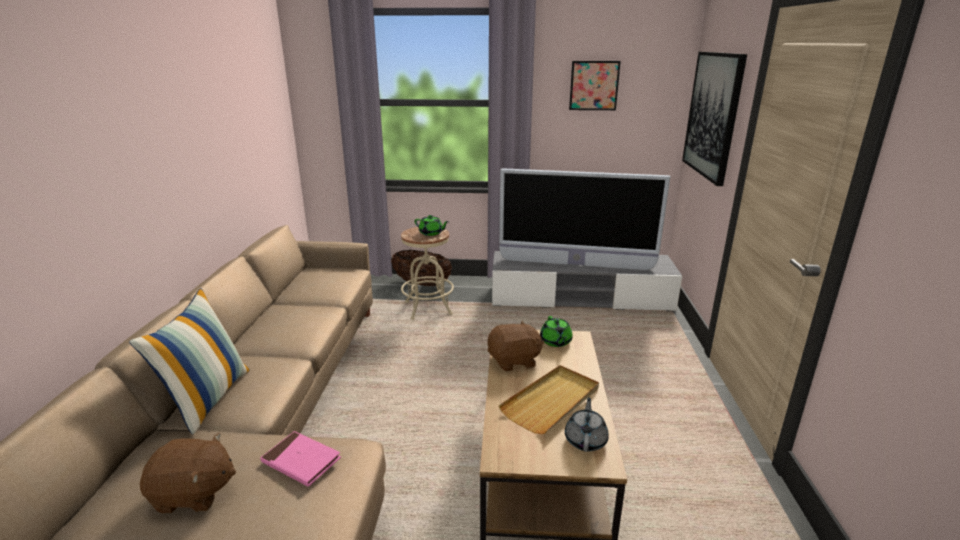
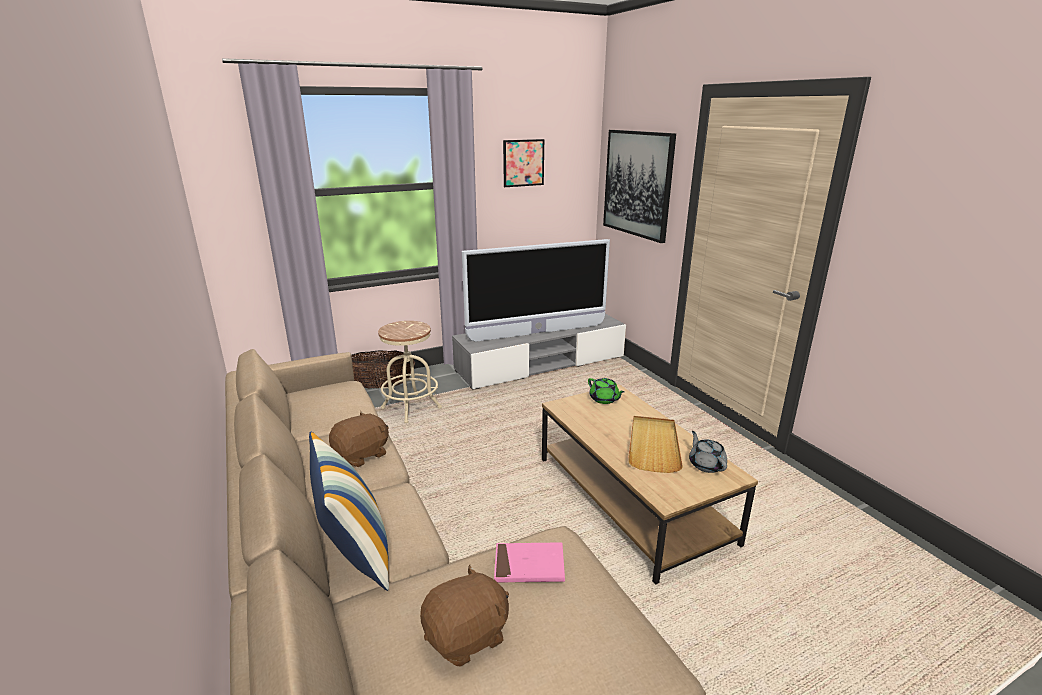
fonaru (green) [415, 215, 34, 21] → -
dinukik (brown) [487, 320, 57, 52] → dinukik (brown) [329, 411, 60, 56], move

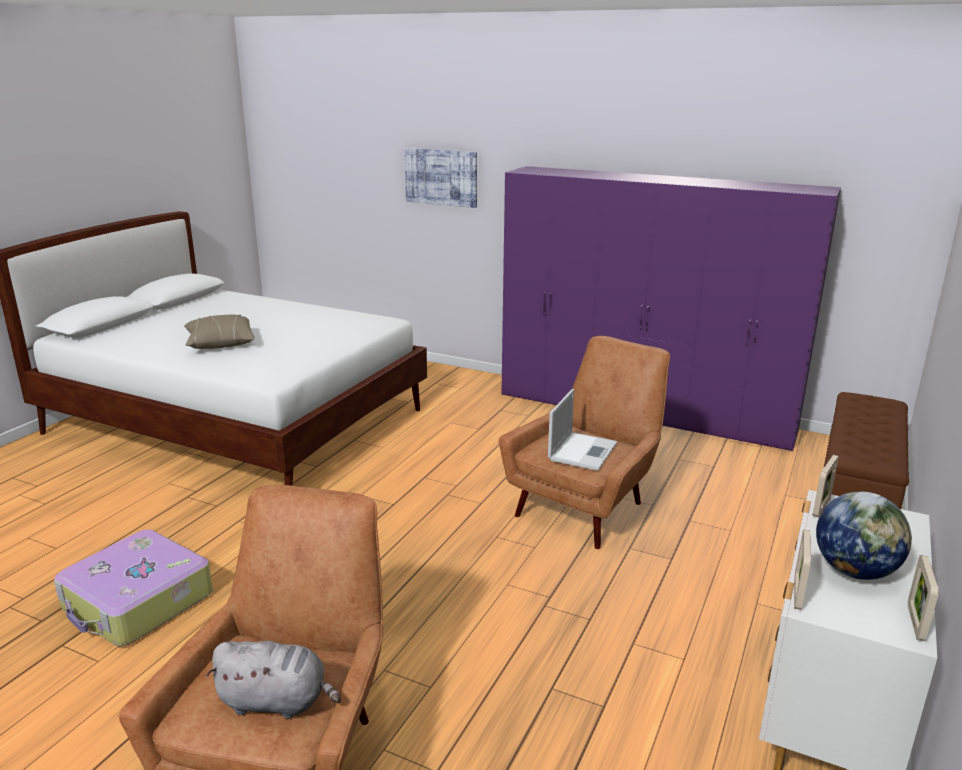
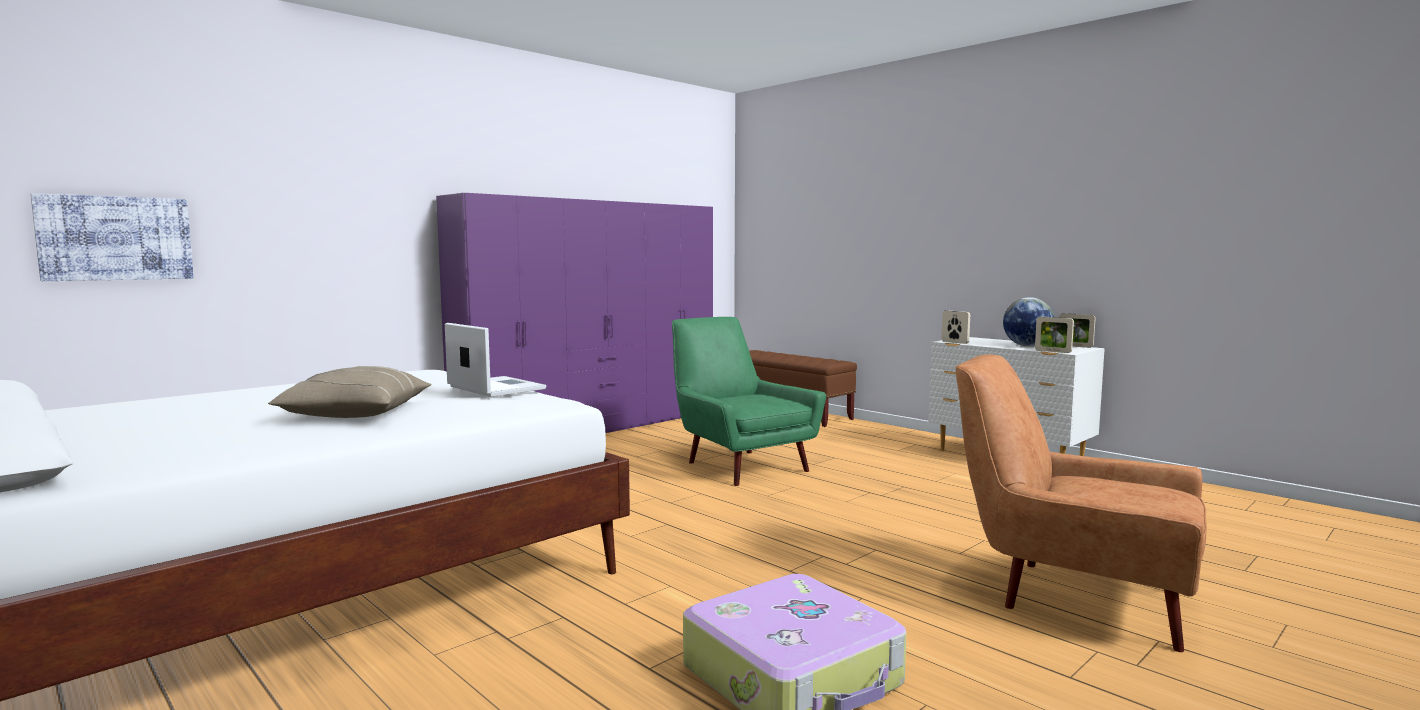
dinukik (grey) [206, 640, 135, 79] → -
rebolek [404, 148, 73, 60] → rebolek [31, 193, 163, 88], move
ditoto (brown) [499, 336, 171, 213] → ditoto (green) [672, 317, 154, 169]
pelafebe [548, 389, 69, 82] → pelafebe [445, 323, 101, 74], move

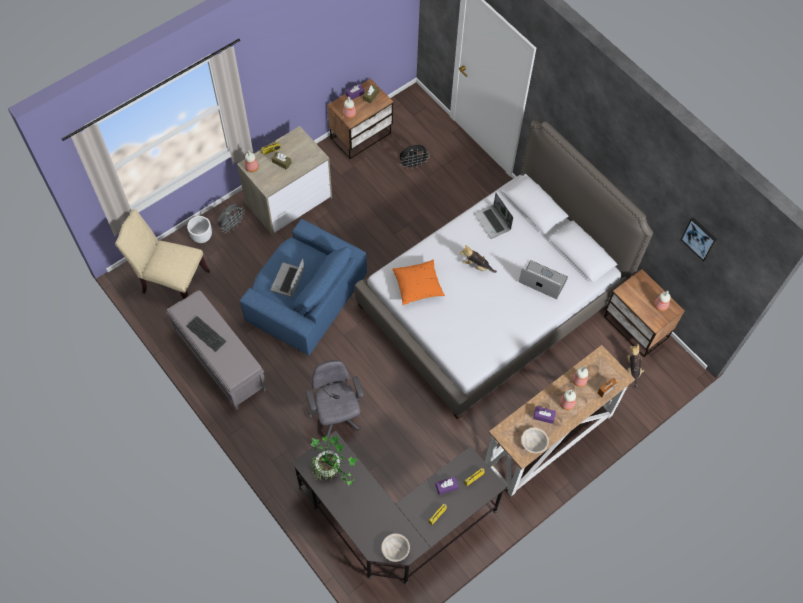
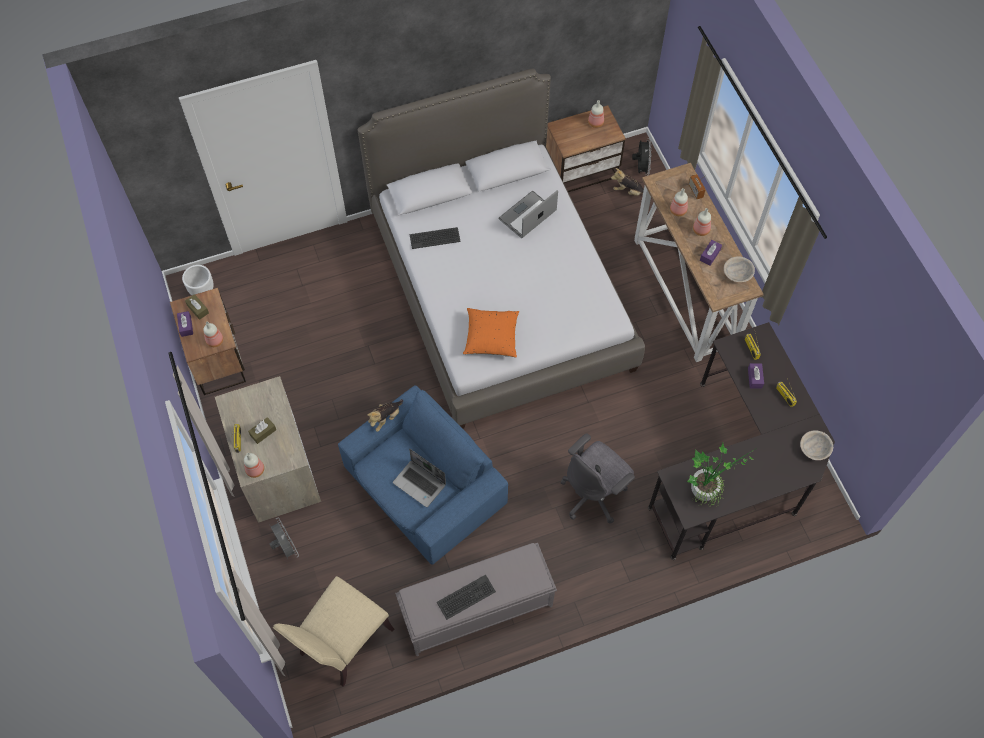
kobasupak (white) [187, 216, 25, 27] → kobasupak (white) [182, 265, 32, 30], move
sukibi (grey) [306, 360, 58, 76] → sukibi (grey) [560, 433, 75, 91], 45 degrees counterclockwise
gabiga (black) [400, 145, 30, 24] → gabiga (black) [632, 138, 20, 38], move
dinukik [460, 245, 37, 28] → dinukik [367, 399, 36, 33], move
pelafebe [474, 193, 39, 46] → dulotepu [410, 227, 51, 22]
rebolek [681, 217, 36, 45] → -

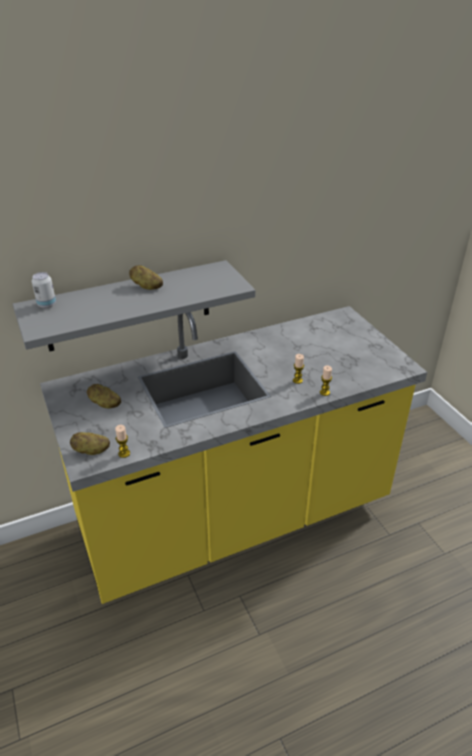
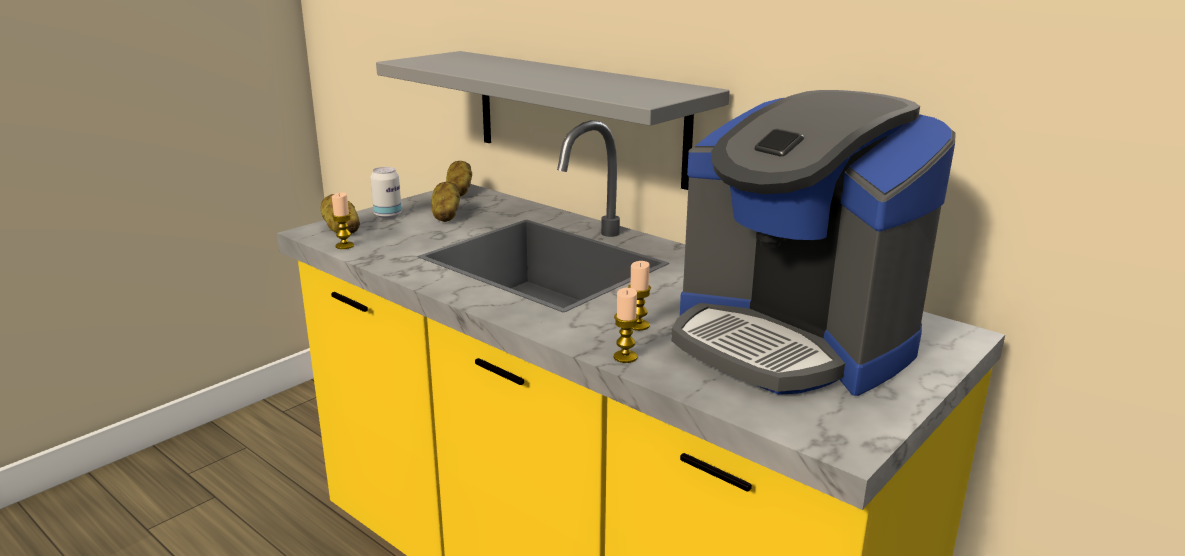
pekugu [32, 272, 24, 36] → pekugu [370, 167, 32, 52], move
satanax [129, 265, 34, 25] → satanax [446, 161, 26, 35], move
- → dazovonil [671, 90, 285, 306]

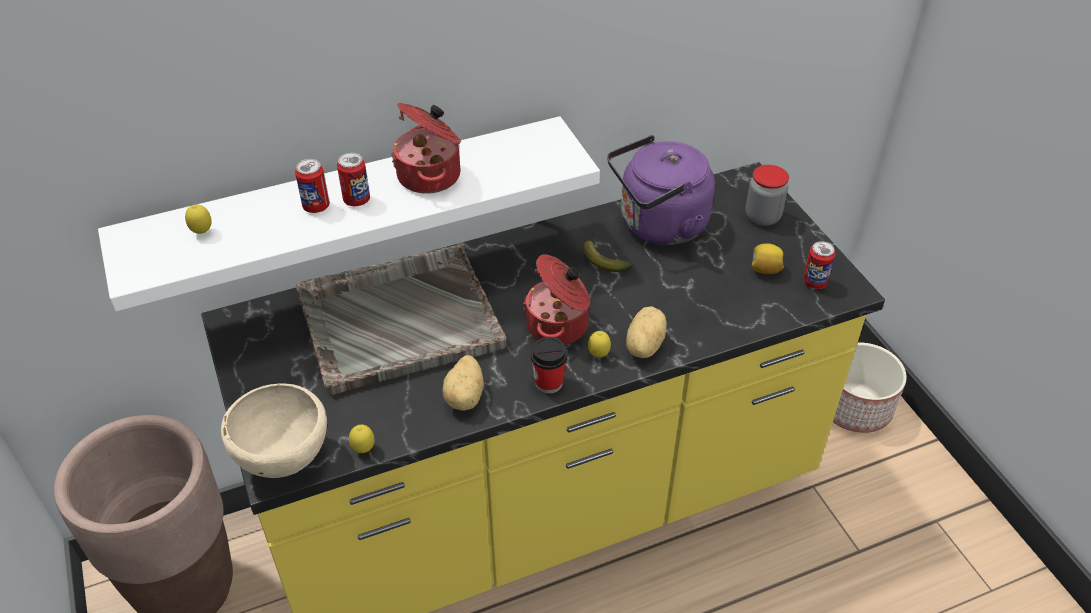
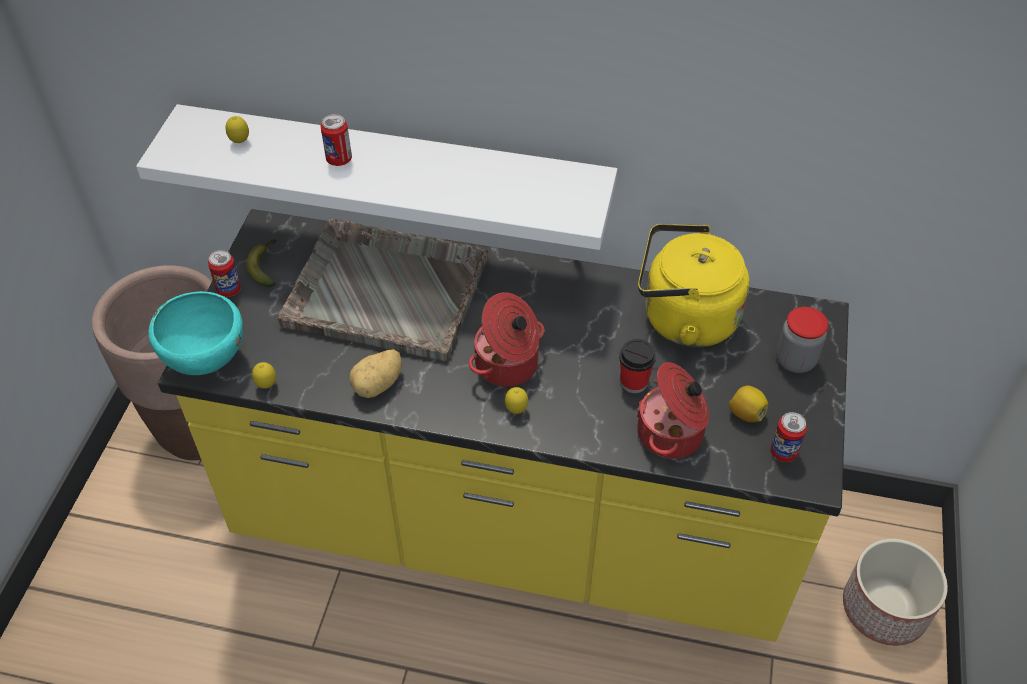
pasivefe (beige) [221, 383, 106, 95] → pasivefe (turquoise) [148, 291, 95, 84]
pekugu [337, 153, 33, 53] → pekugu [208, 250, 33, 47], move
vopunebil [391, 103, 70, 91] → vopunebil [636, 362, 73, 97], move
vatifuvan [531, 337, 37, 57] → vatifuvan [619, 339, 37, 54], move
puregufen [583, 233, 50, 39] → puregufen [246, 239, 31, 48], move
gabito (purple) [607, 135, 108, 110] → gabito (yellow) [638, 224, 112, 123]
satanax [626, 306, 41, 52] → -

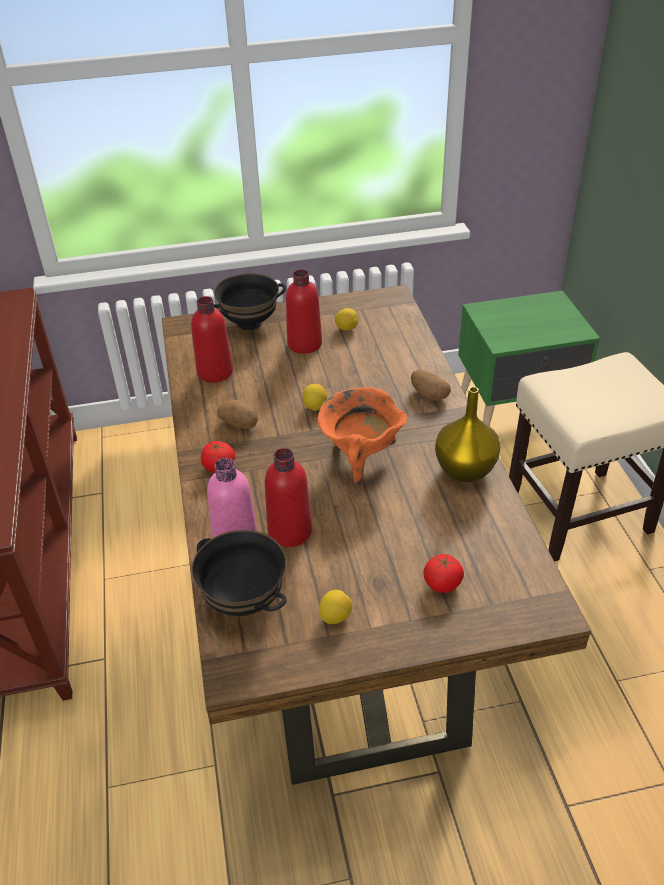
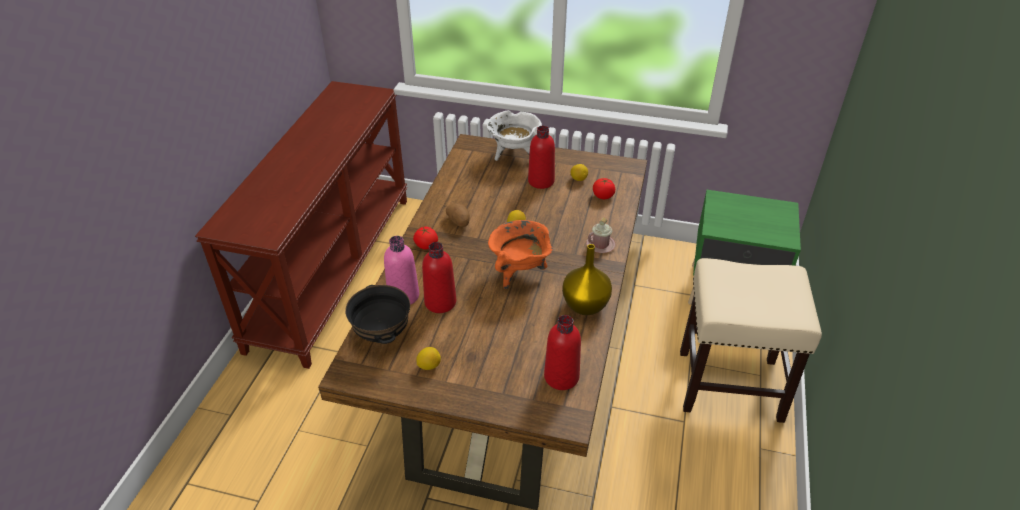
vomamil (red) [191, 296, 42, 87] → vomamil (red) [544, 315, 37, 75], move
pasivefe (black) [214, 273, 72, 57] → vopunebil (white) [487, 110, 55, 51]
satanax [411, 370, 40, 30] → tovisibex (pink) [586, 217, 29, 36]
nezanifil [423, 554, 41, 39] → nezanifil [593, 178, 22, 21], move

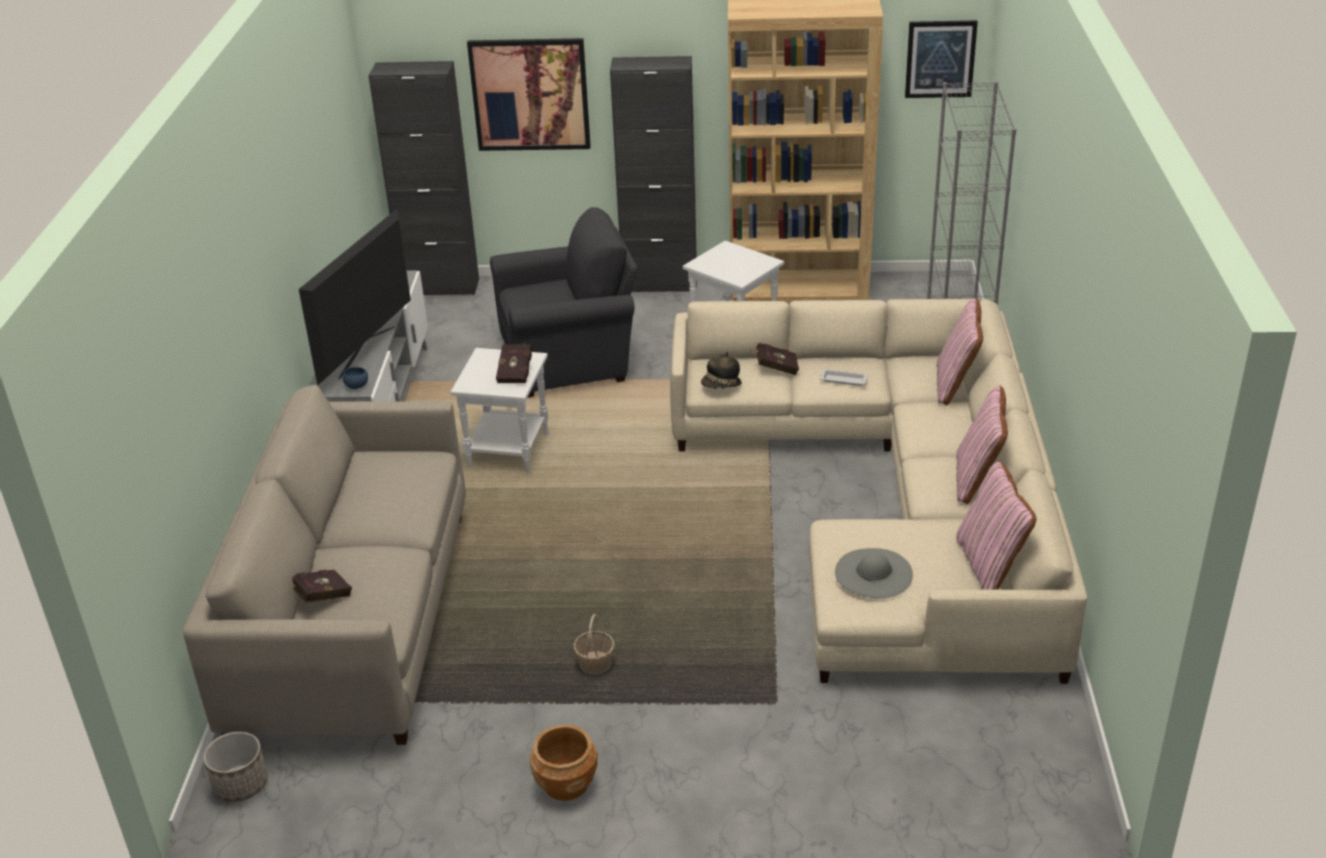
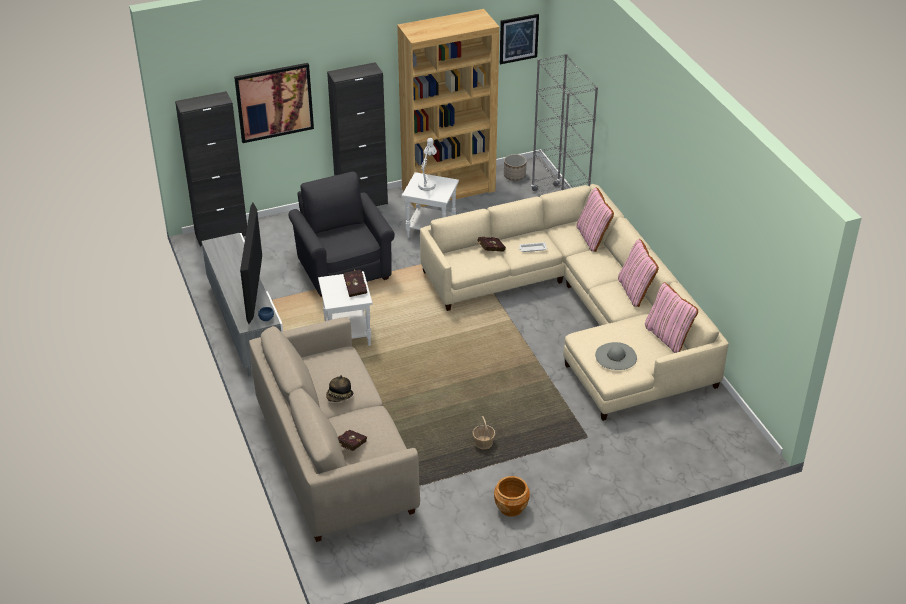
kobasupak [203, 732, 65, 70] → kobasupak [504, 154, 23, 27], move
ditoto (grey) [490, 207, 148, 190] → ditoto (grey) [288, 172, 107, 125], 75 degrees counterclockwise
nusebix [701, 352, 40, 37] → nusebix [326, 375, 27, 27], move
- → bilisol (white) [418, 138, 19, 53]

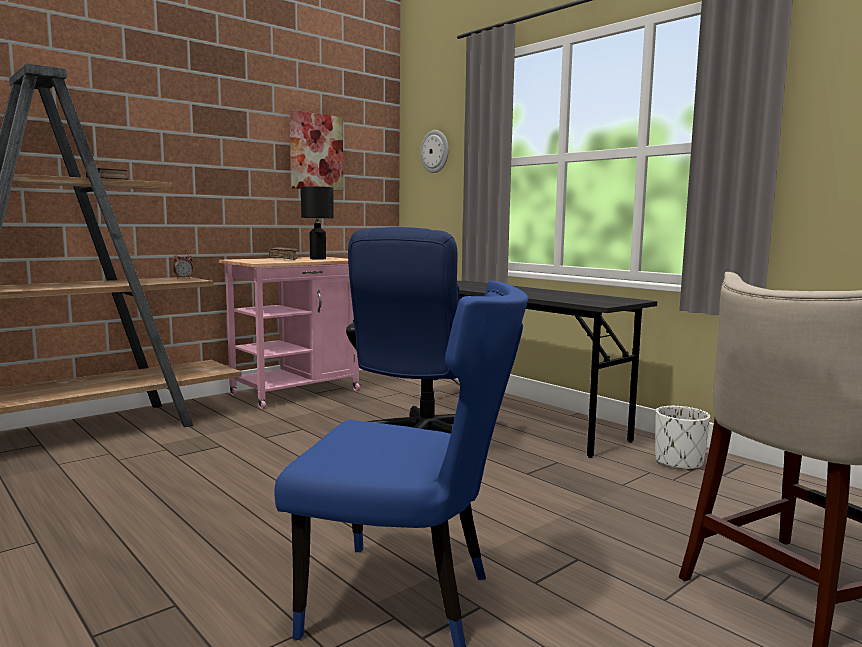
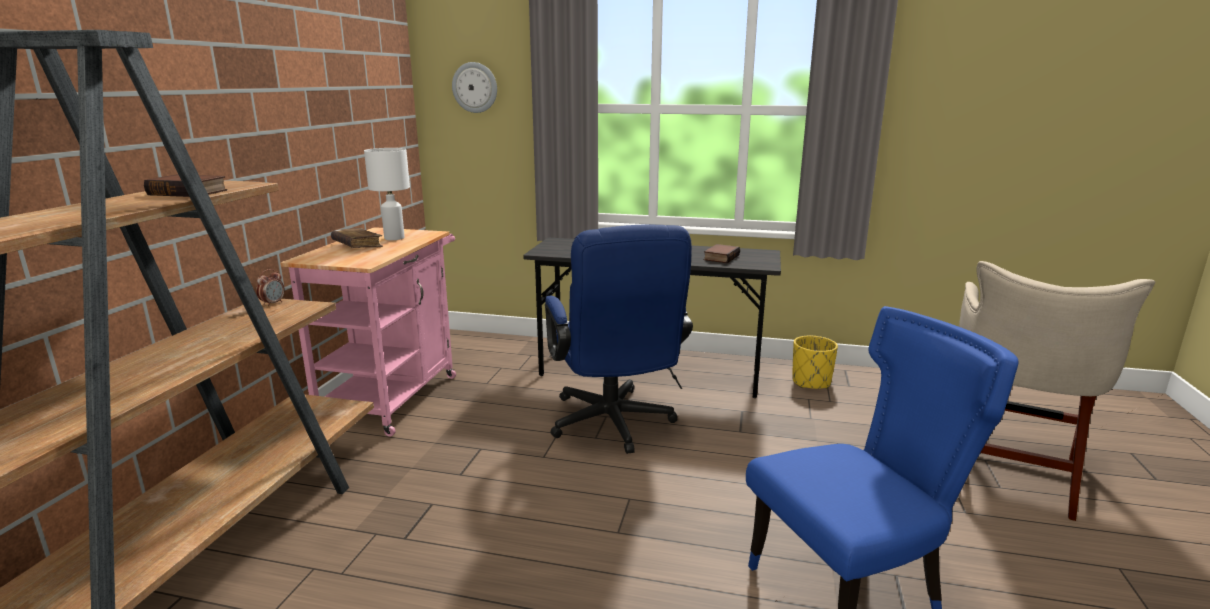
rebolek [289, 110, 54, 81] → -
bilisol (black) [301, 186, 33, 74] → bilisol (white) [364, 148, 46, 92]
kobasupak (white) [655, 406, 55, 65] → kobasupak (yellow) [792, 336, 46, 53]
- → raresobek [704, 244, 36, 19]

